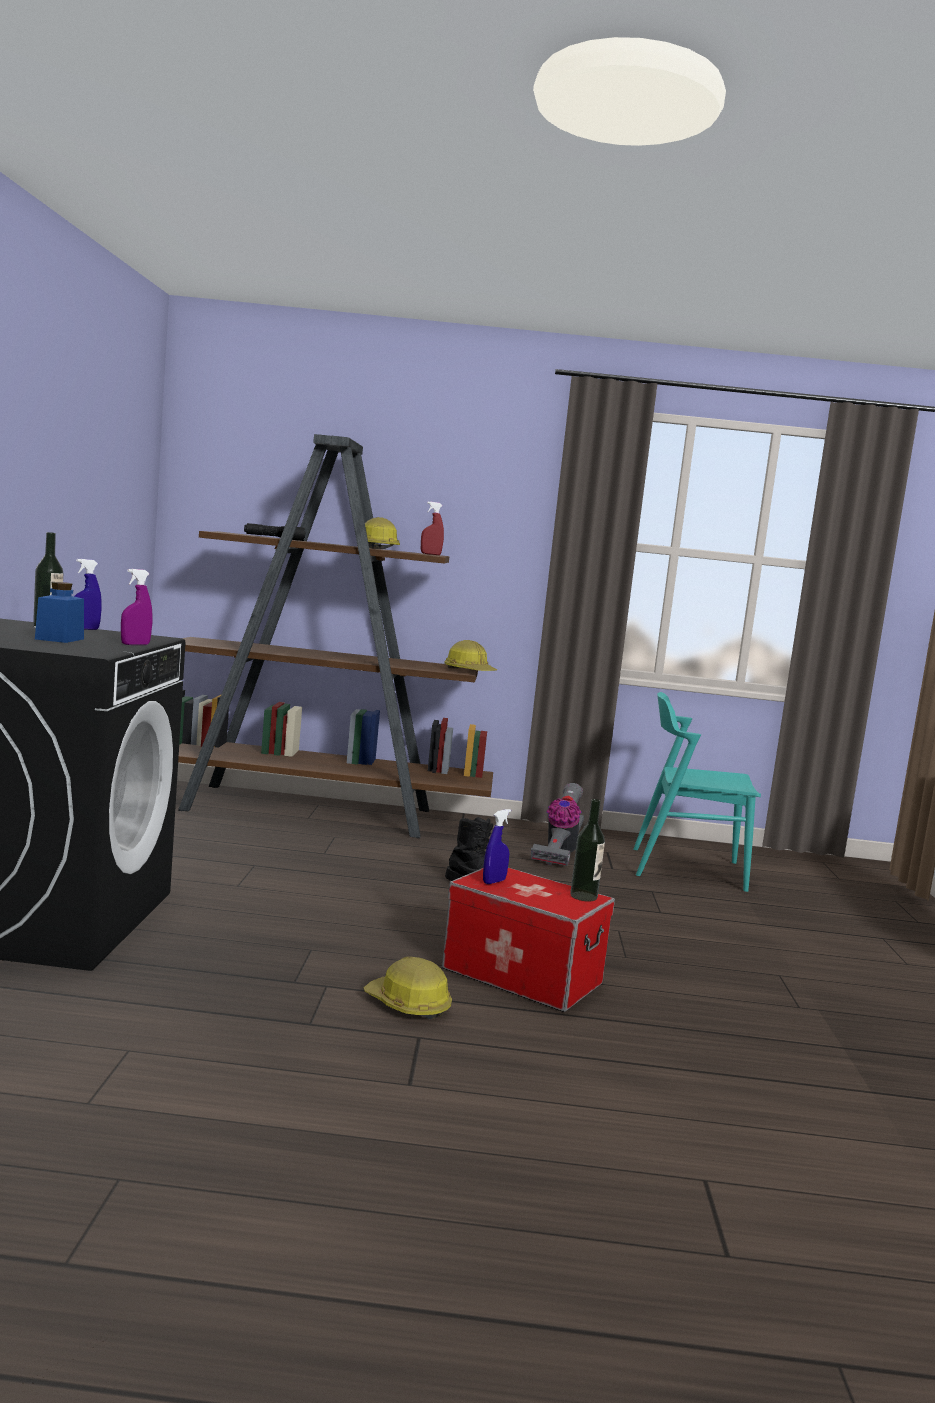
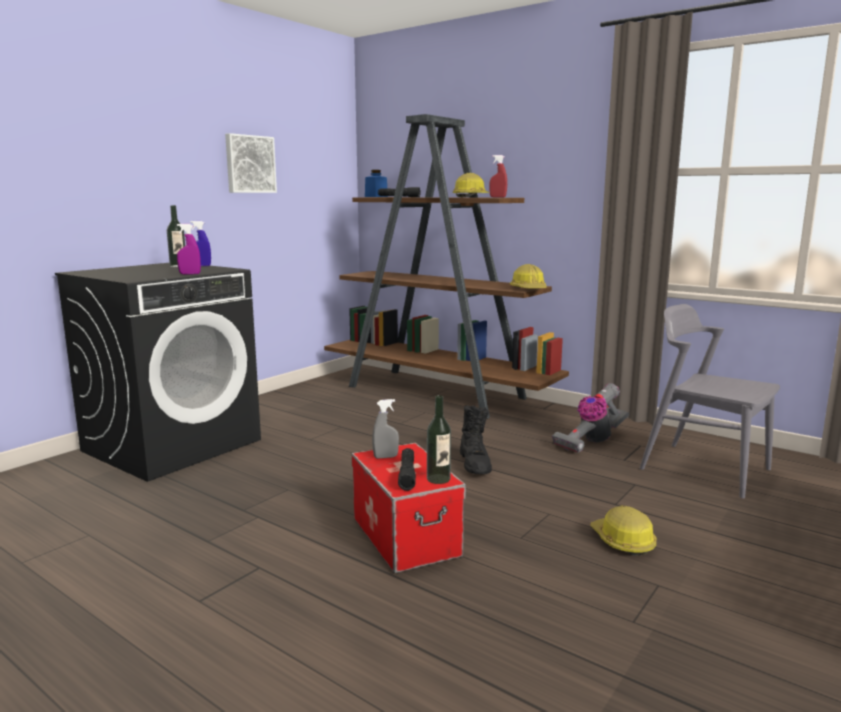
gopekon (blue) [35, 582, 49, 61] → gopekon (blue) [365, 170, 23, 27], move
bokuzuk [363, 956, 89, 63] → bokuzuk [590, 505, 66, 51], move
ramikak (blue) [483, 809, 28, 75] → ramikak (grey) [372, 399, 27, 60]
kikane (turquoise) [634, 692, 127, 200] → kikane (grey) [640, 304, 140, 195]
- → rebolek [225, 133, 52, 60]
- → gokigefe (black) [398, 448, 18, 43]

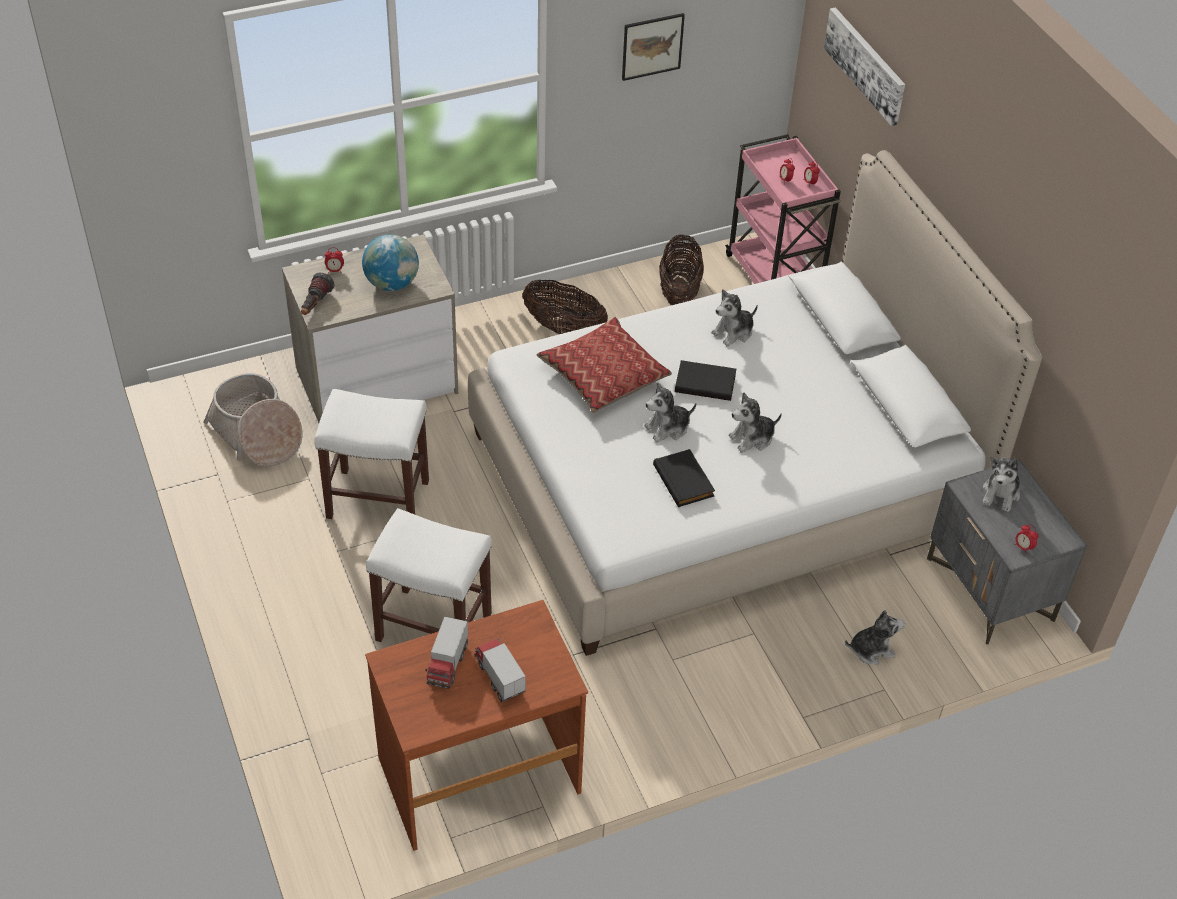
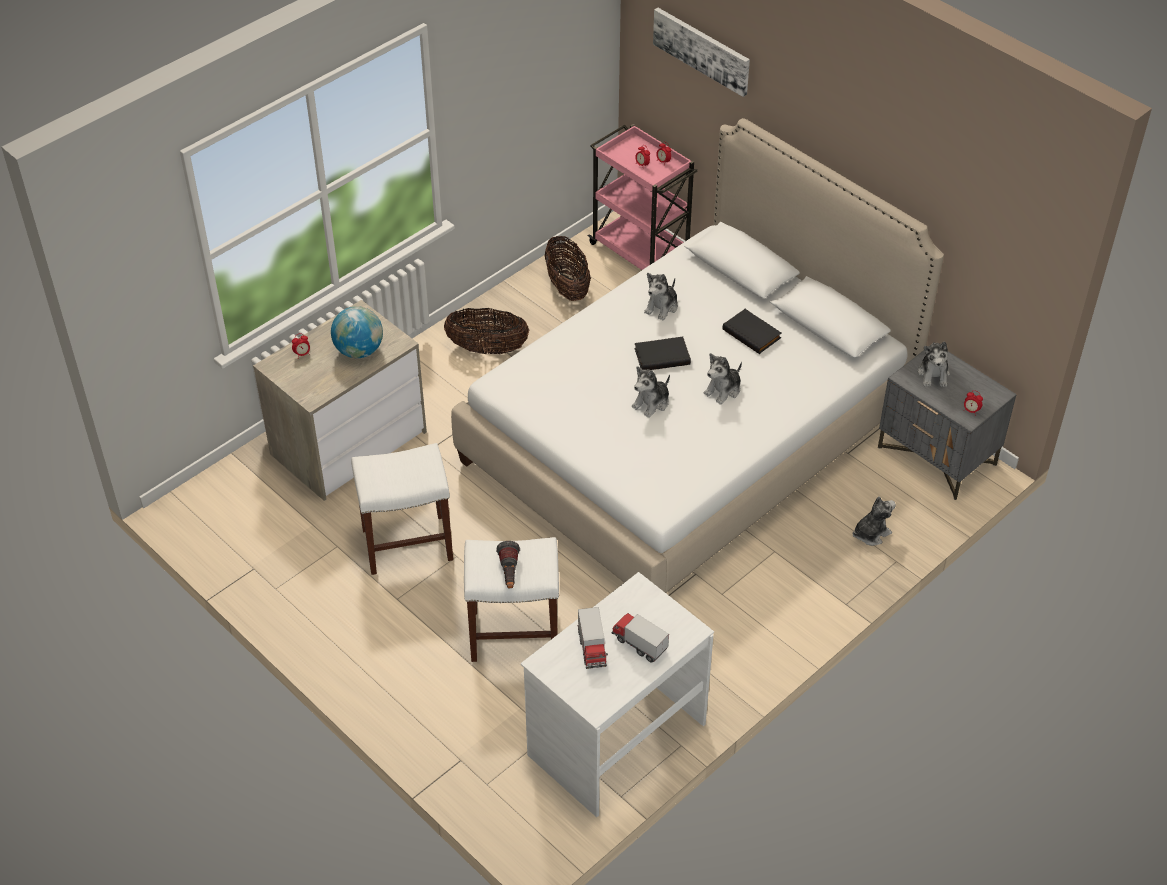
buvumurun [204, 373, 98, 93] → -
gokigefe [301, 273, 34, 42] → gokigefe [496, 541, 24, 47], move
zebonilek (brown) [365, 600, 223, 251] → zebonilek (white) [521, 572, 193, 245]
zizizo [537, 317, 135, 96] → -
rebolek [622, 13, 63, 68] → -
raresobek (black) [653, 449, 62, 58] → raresobek (black) [722, 309, 59, 45], move

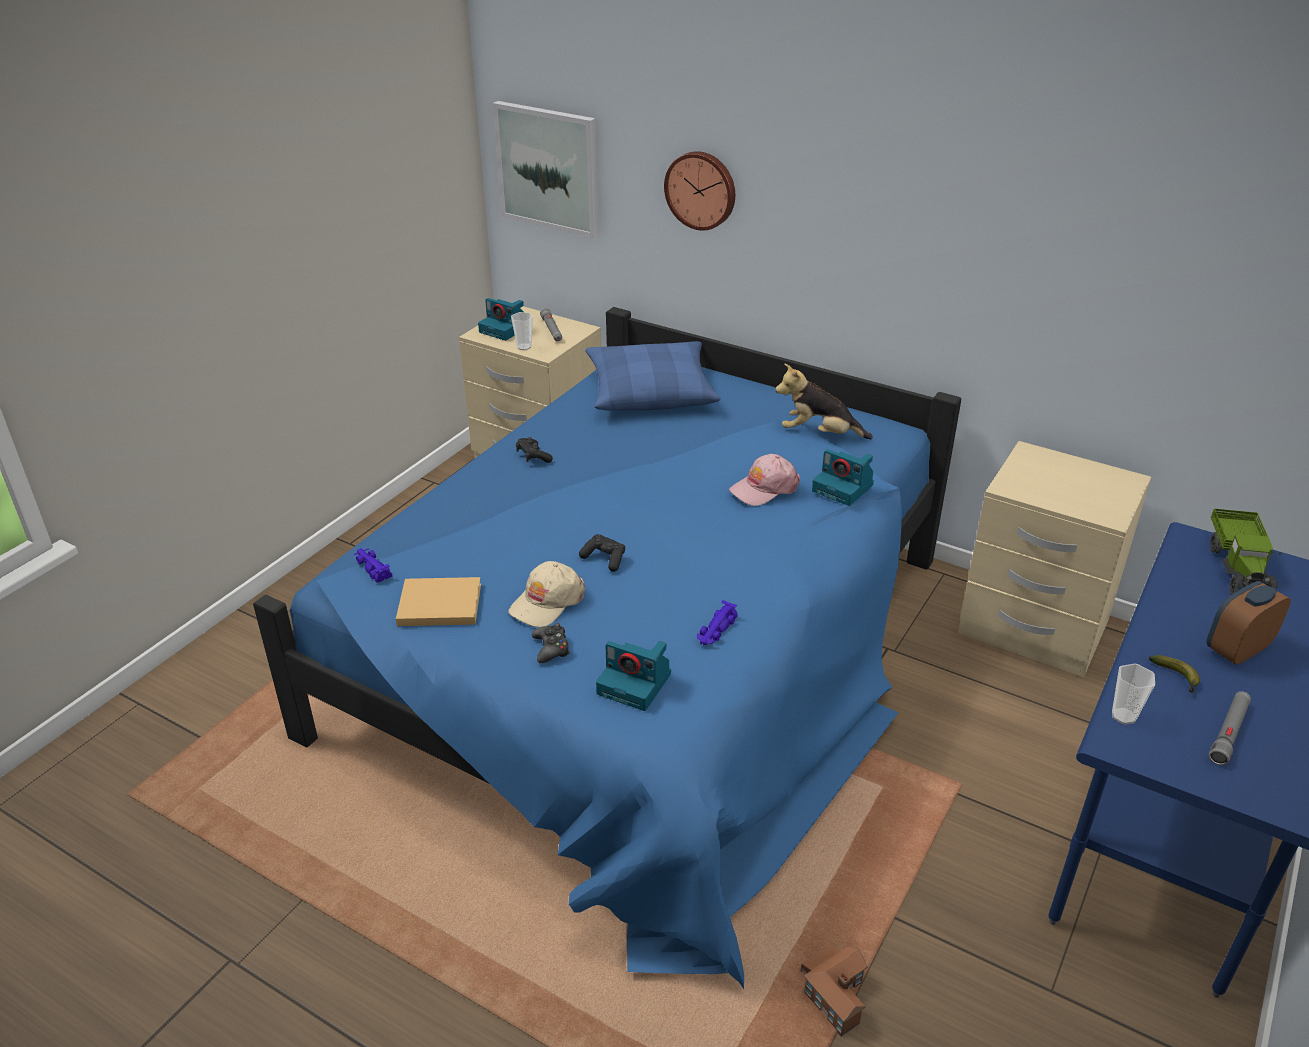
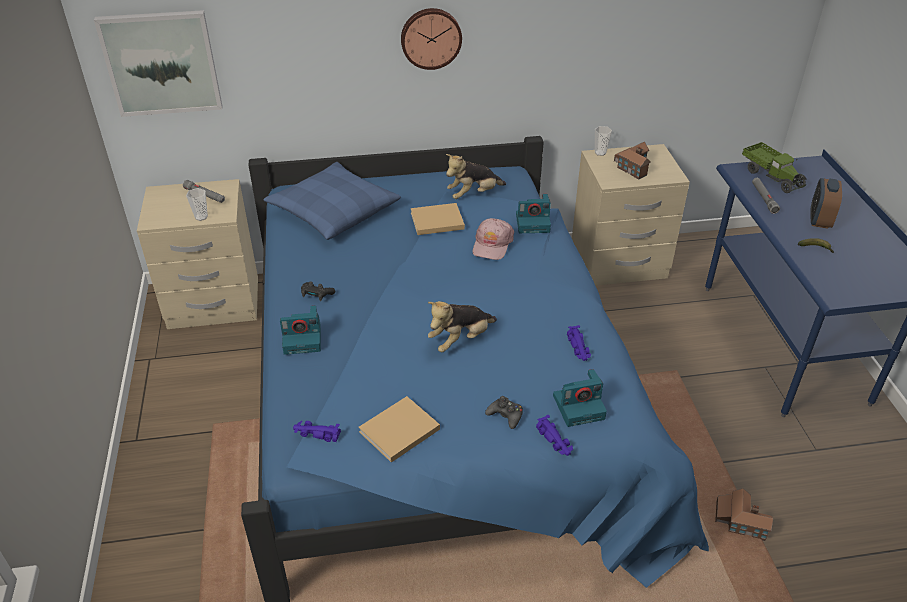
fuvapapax [478, 298, 46, 43] → fuvapapax [280, 305, 41, 50], move
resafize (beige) [508, 561, 77, 66] → -
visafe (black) [579, 534, 46, 38] → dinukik [428, 301, 69, 51]
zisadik [664, 151, 71, 80] → zisadik [401, 8, 61, 62], move
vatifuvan [1112, 664, 43, 61] → vatifuvan [595, 126, 17, 30], move
gokigefe (grey) [1209, 691, 42, 74] → gokigefe (grey) [752, 178, 28, 36], move
- → raresobek (beige) [411, 203, 54, 32]
- → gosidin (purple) [536, 415, 37, 41]
- → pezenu [614, 142, 37, 37]

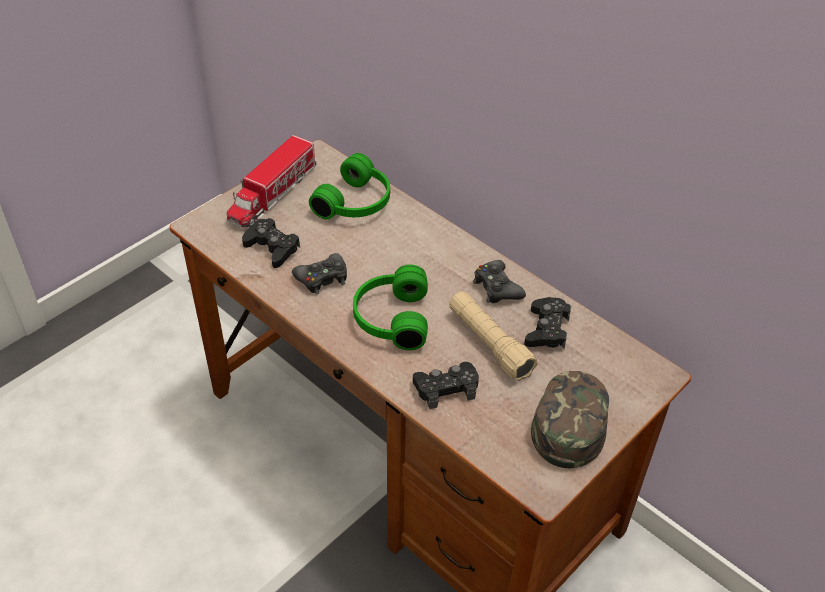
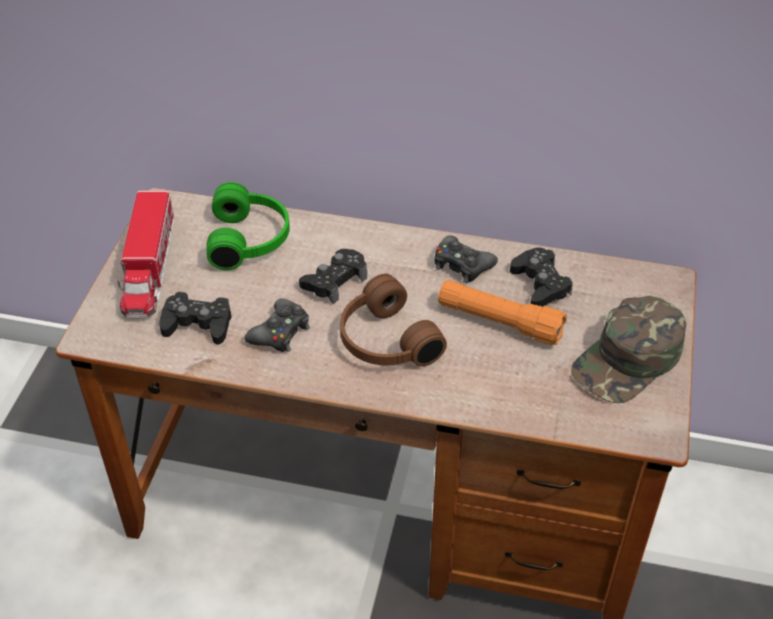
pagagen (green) [353, 264, 75, 86] → pagagen (brown) [340, 273, 107, 94]
visafe (black) [413, 362, 66, 47] → visafe (black) [299, 249, 68, 55], move
gokigefe (beige) [449, 292, 89, 89] → gokigefe (orange) [438, 280, 129, 65]
resafize (green) [531, 371, 78, 97] → resafize (green) [571, 296, 115, 107], 120 degrees counterclockwise

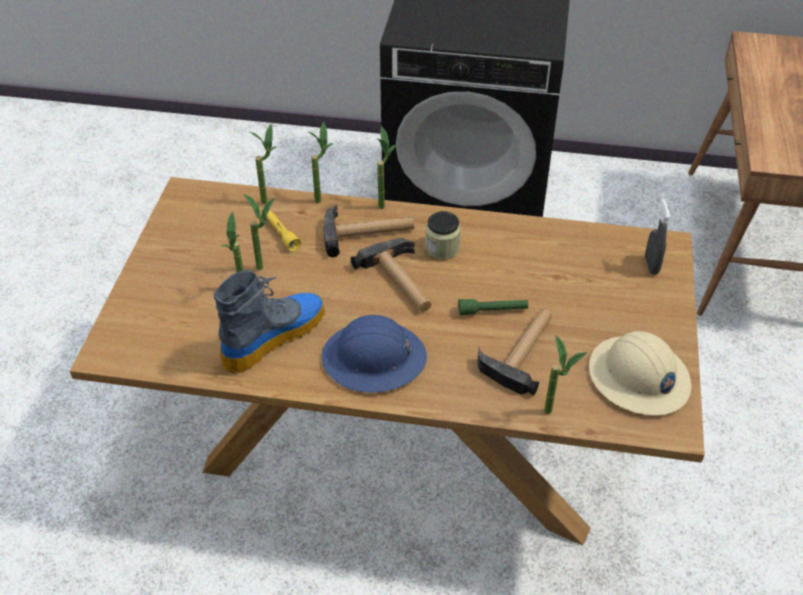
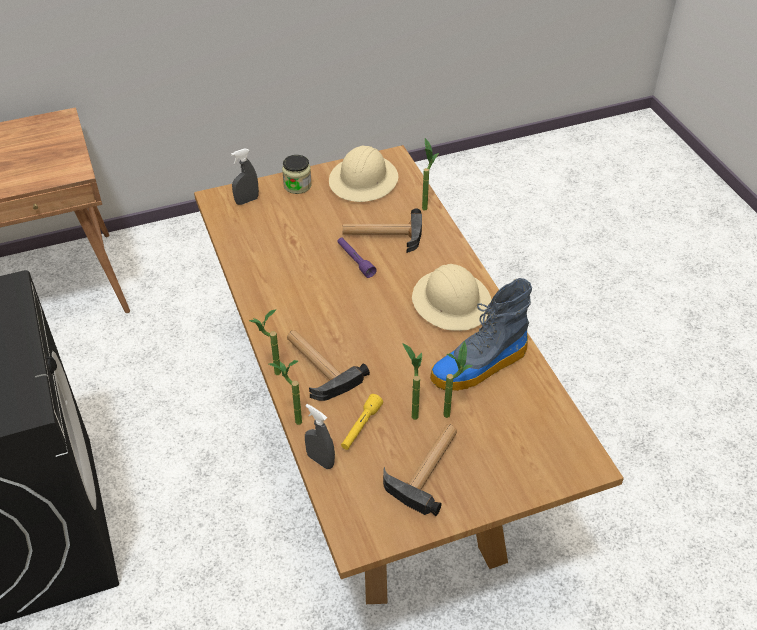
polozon [214, 269, 111, 105] → polozon [430, 278, 102, 113], 45 degrees counterclockwise
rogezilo [250, 124, 27, 80] → ramikak (grey) [305, 404, 30, 65]
bokuzuk (blue) [322, 315, 105, 78] → bokuzuk (beige) [412, 264, 80, 67]
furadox [351, 238, 81, 74] → furadox [383, 424, 74, 92], move
gopekon [425, 211, 36, 49] → gopekon [282, 155, 30, 39], move
gokigefe (green) [458, 299, 70, 16] → gokigefe (purple) [337, 238, 40, 40]

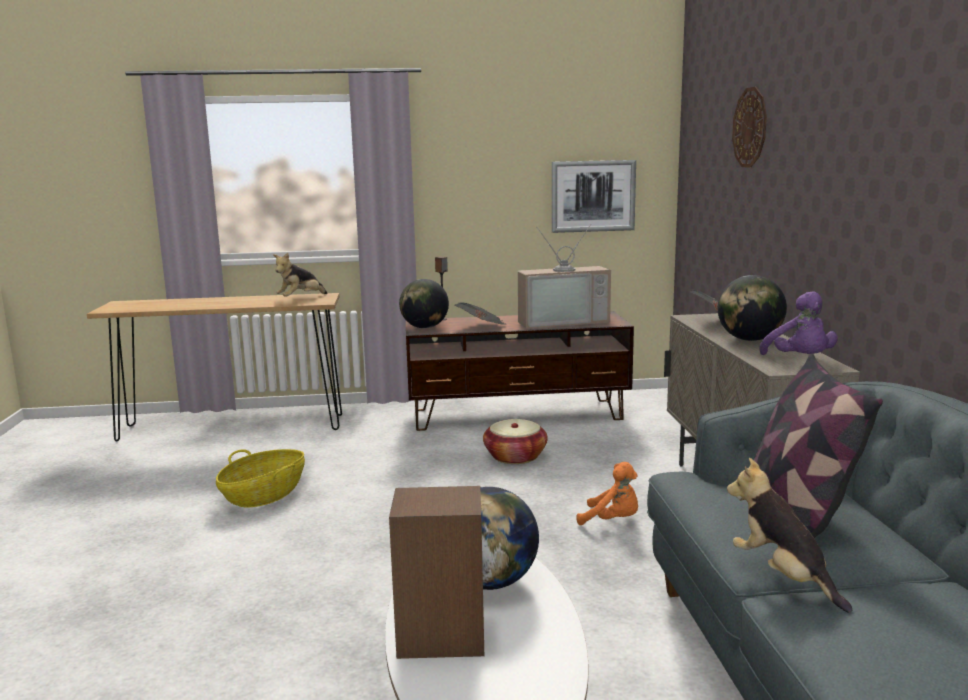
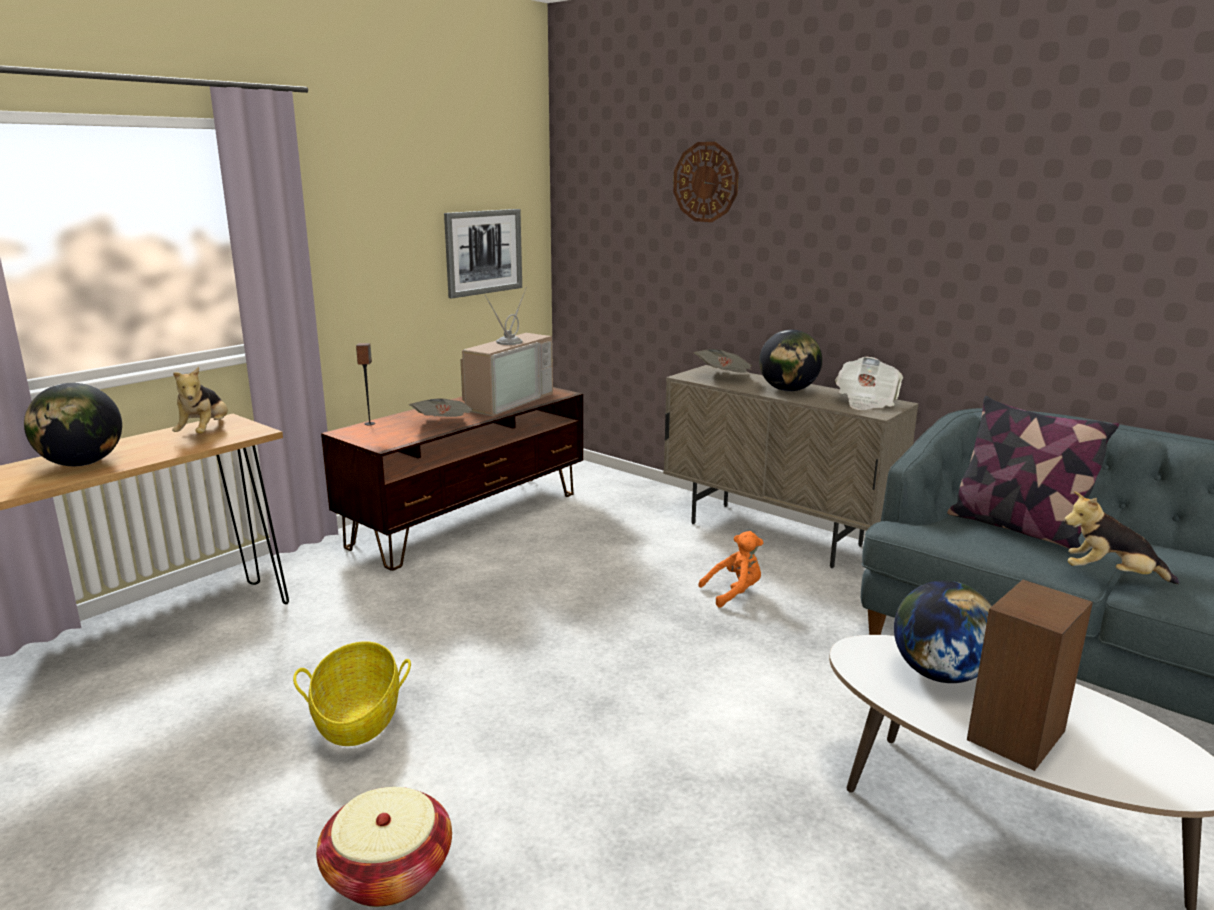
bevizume [399, 279, 50, 49] → bevizume [24, 383, 98, 83], move
buvumurun [483, 419, 65, 45] → buvumurun [316, 787, 136, 120], move
dinukik (purple) [759, 291, 79, 64] → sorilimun [835, 357, 68, 53]

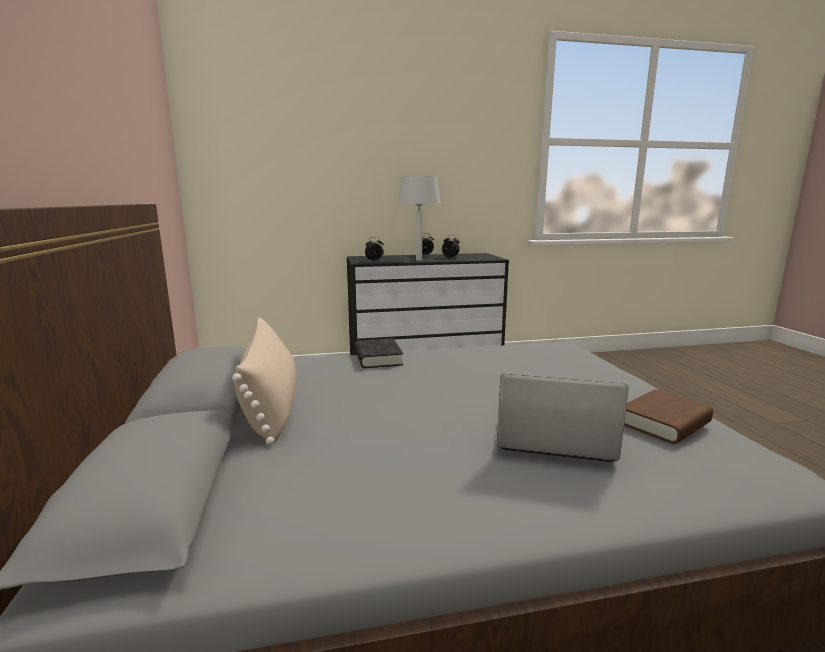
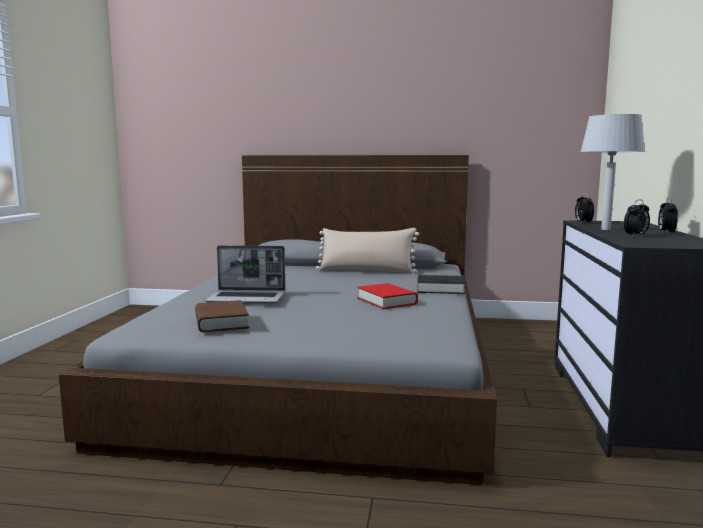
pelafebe [497, 374, 132, 88] → pelafebe [205, 245, 80, 59], 60 degrees clockwise
- → raresobek (red) [357, 283, 61, 26]

